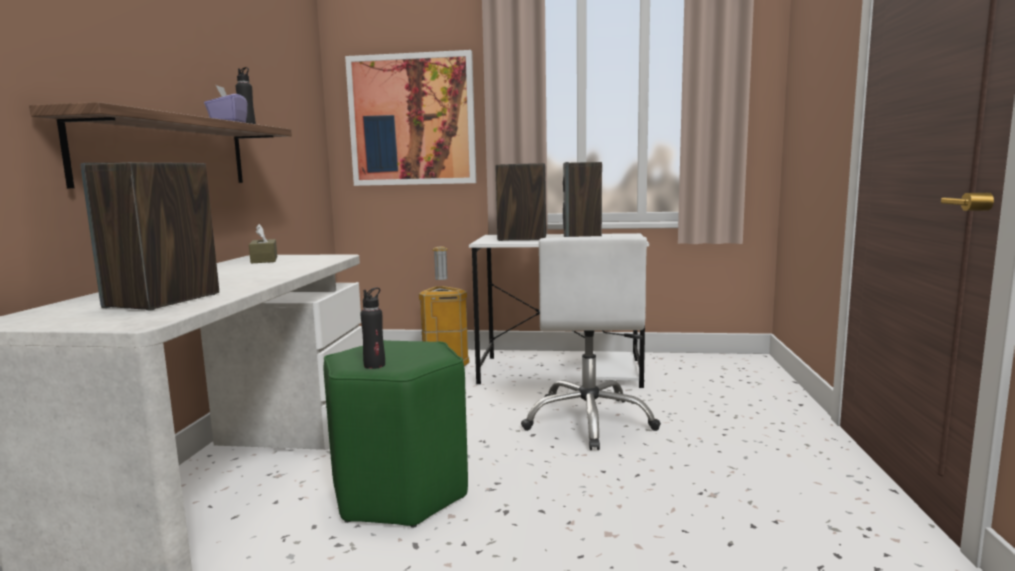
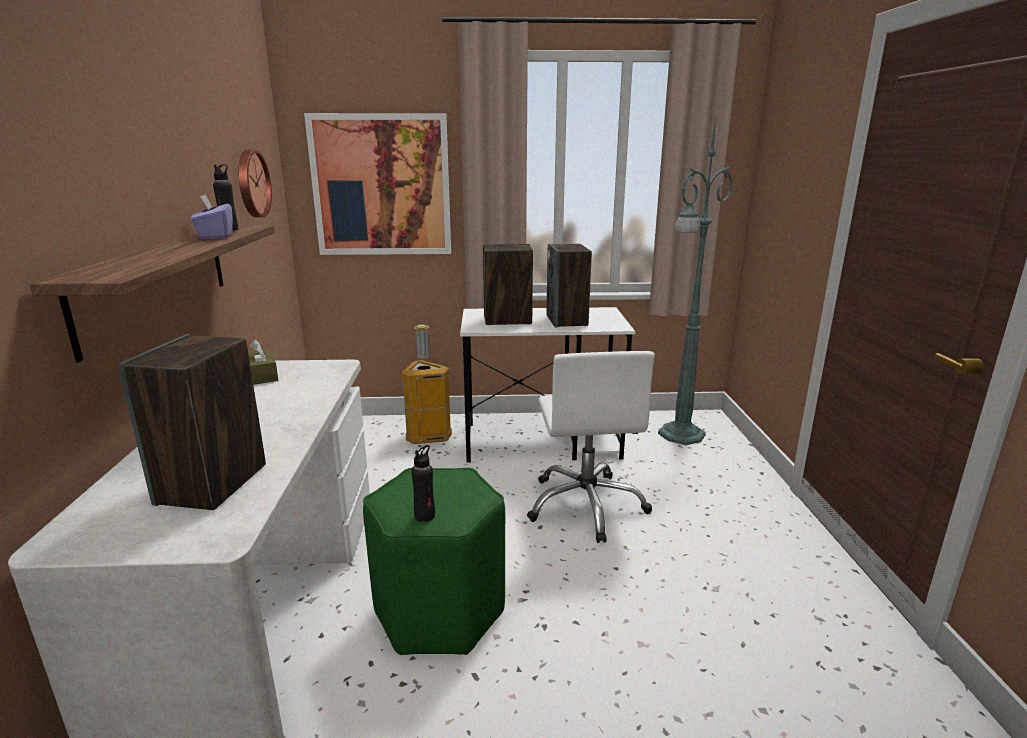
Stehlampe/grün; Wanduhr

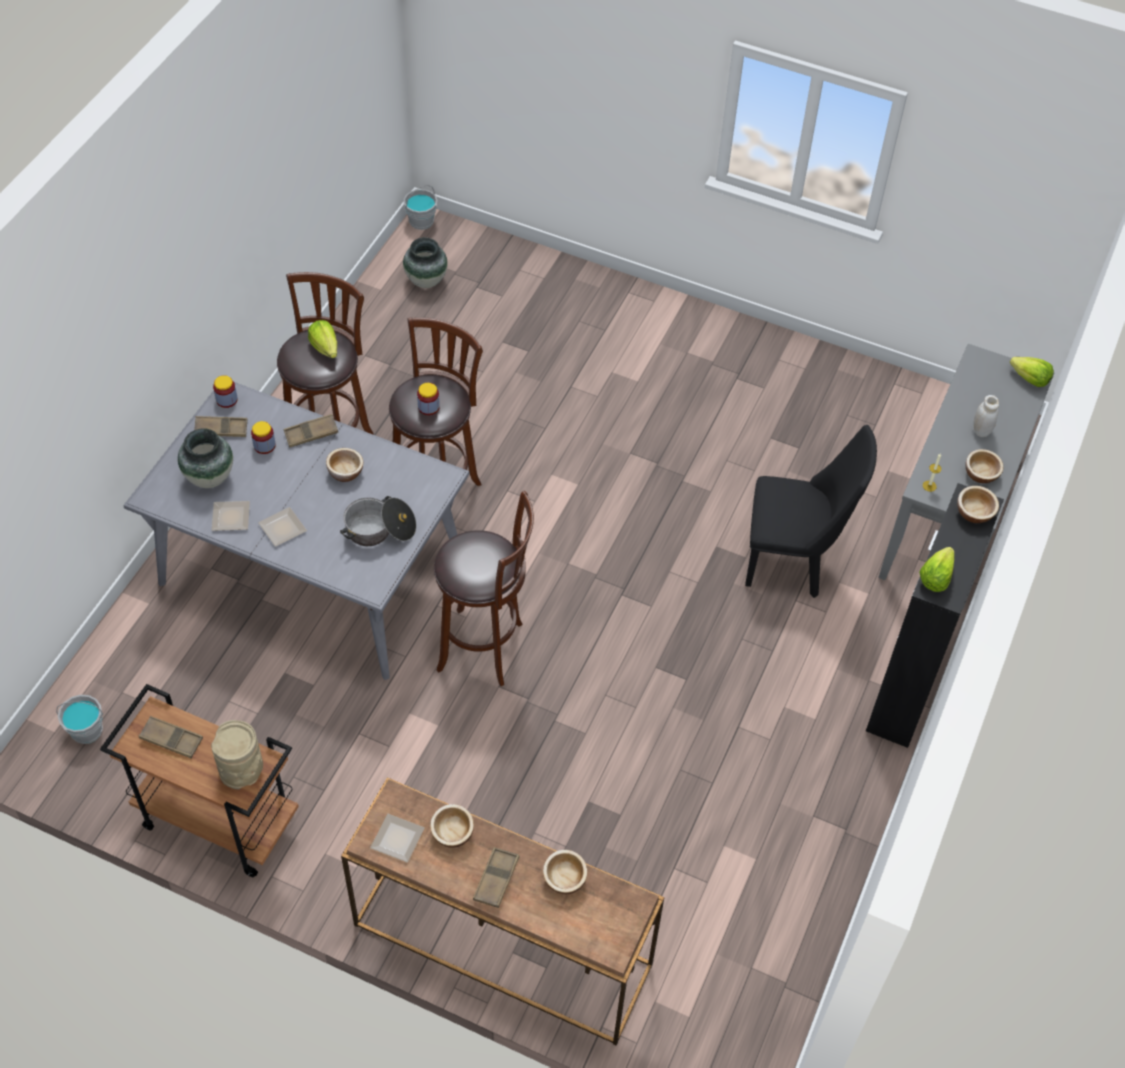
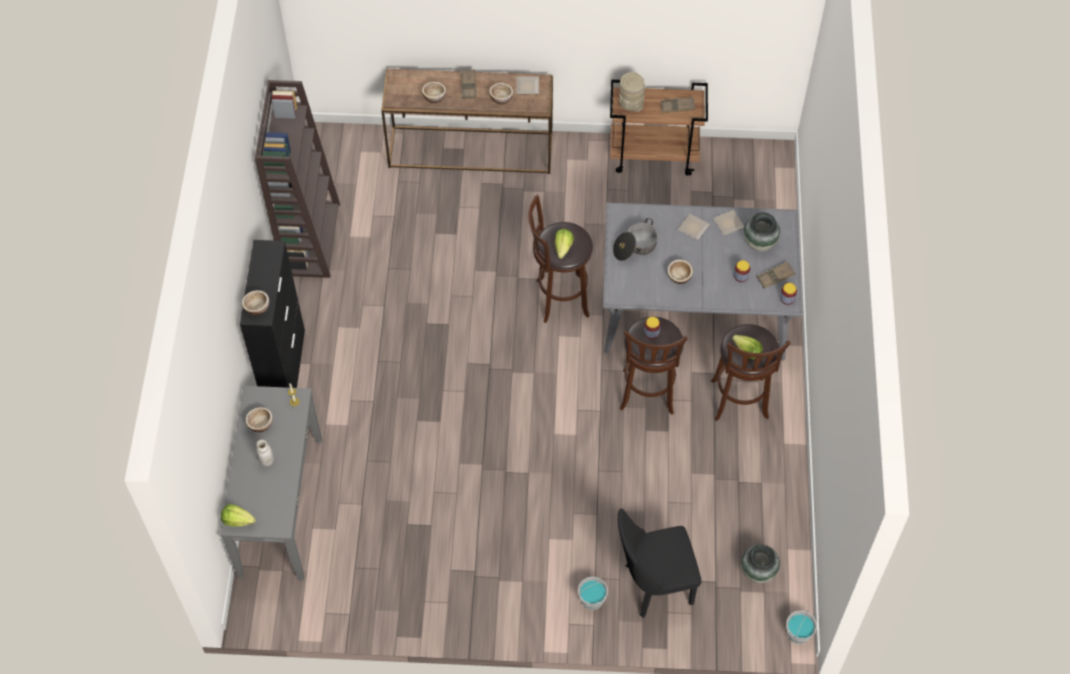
Tablett/braun (no. 3 from left in the first image); Stuhl/schwarz; Salatkopf (no. 2 from left); Eimer/grau (no. 1 from left); Bücherregal/braun

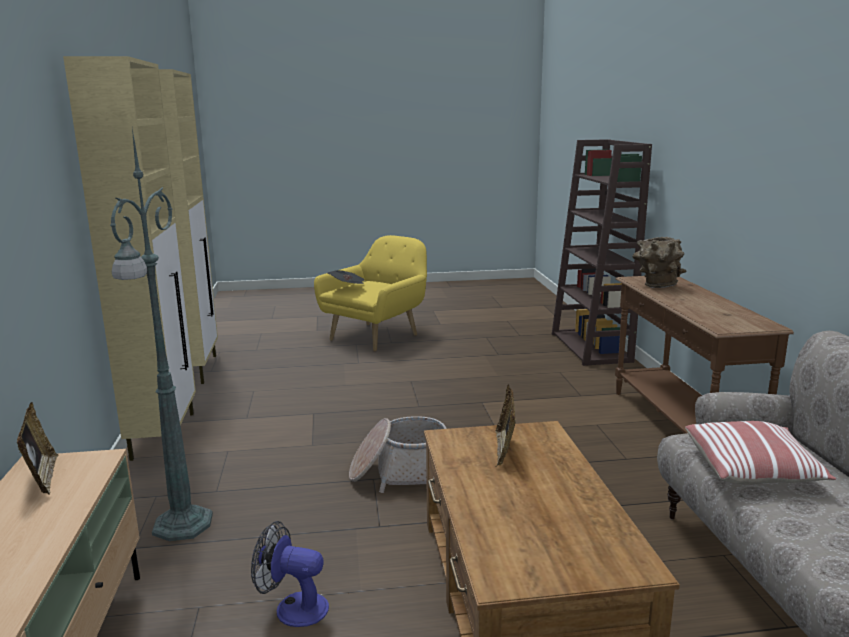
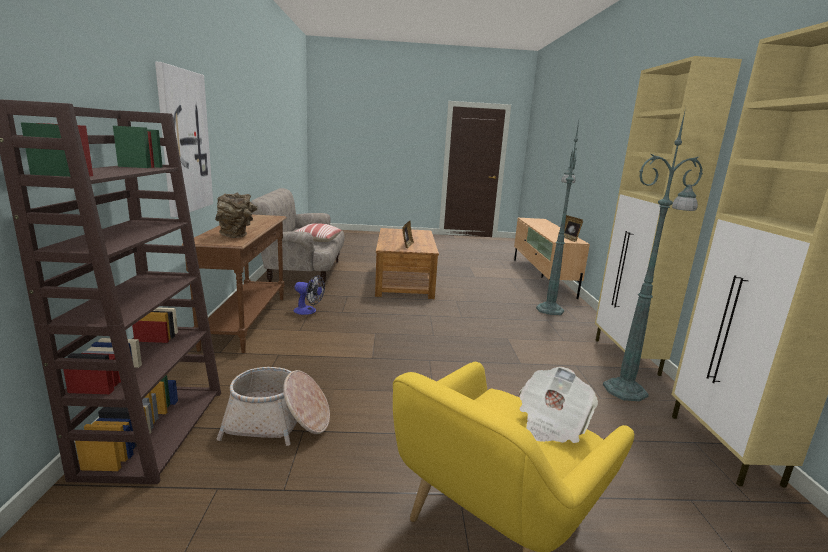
Korb; Ventilator; Bild; Stehlampe/grün (no. 2 from left)

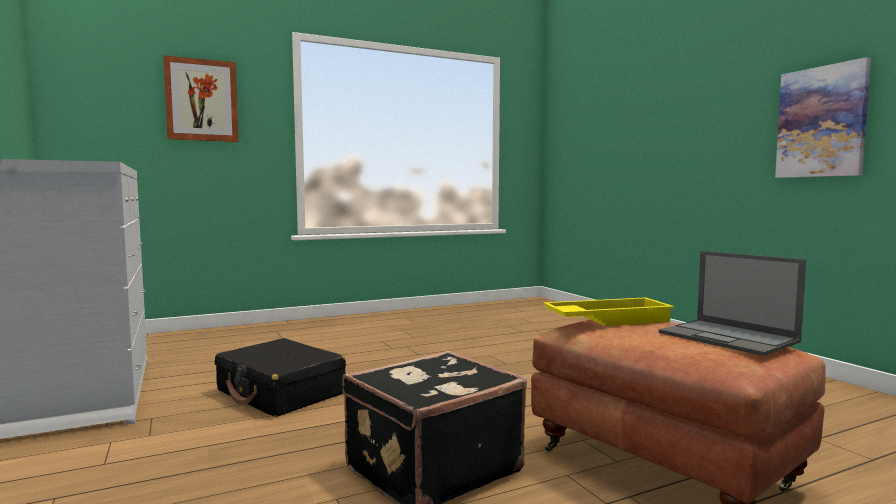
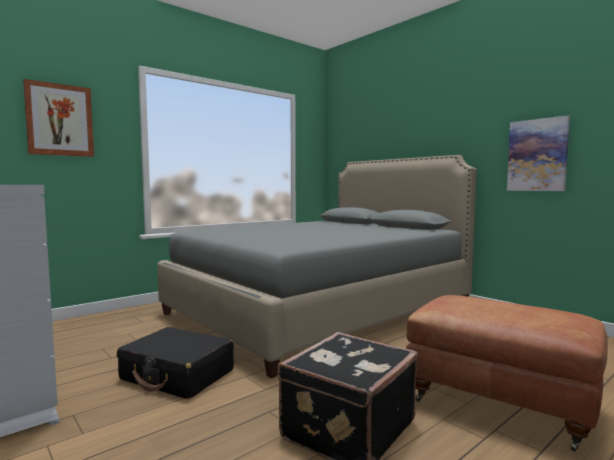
Laptop; Tablett/gelb; Bett/grau

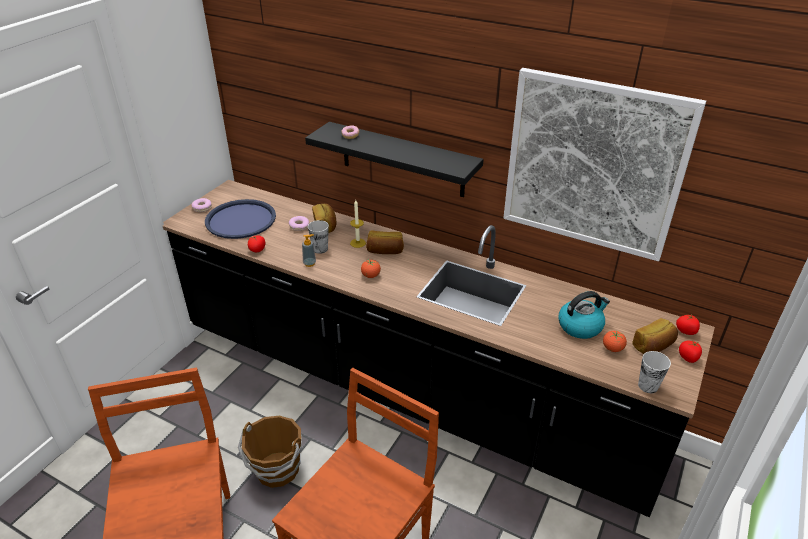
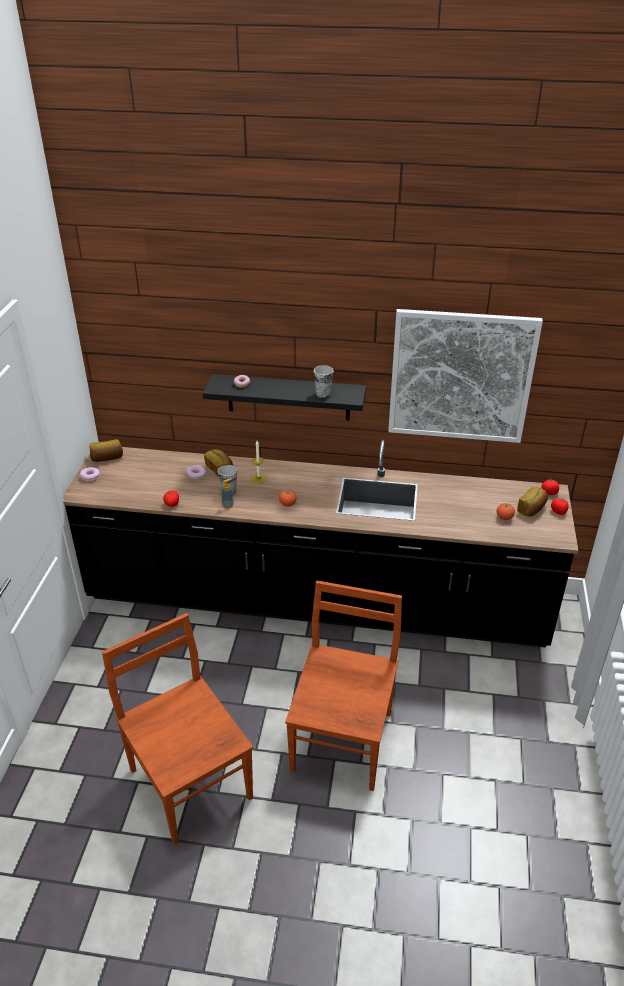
Tablett/blau; Brot (no. 1 from left); Wasserkessel; Tasse (no. 2 from left); Eimer/braun

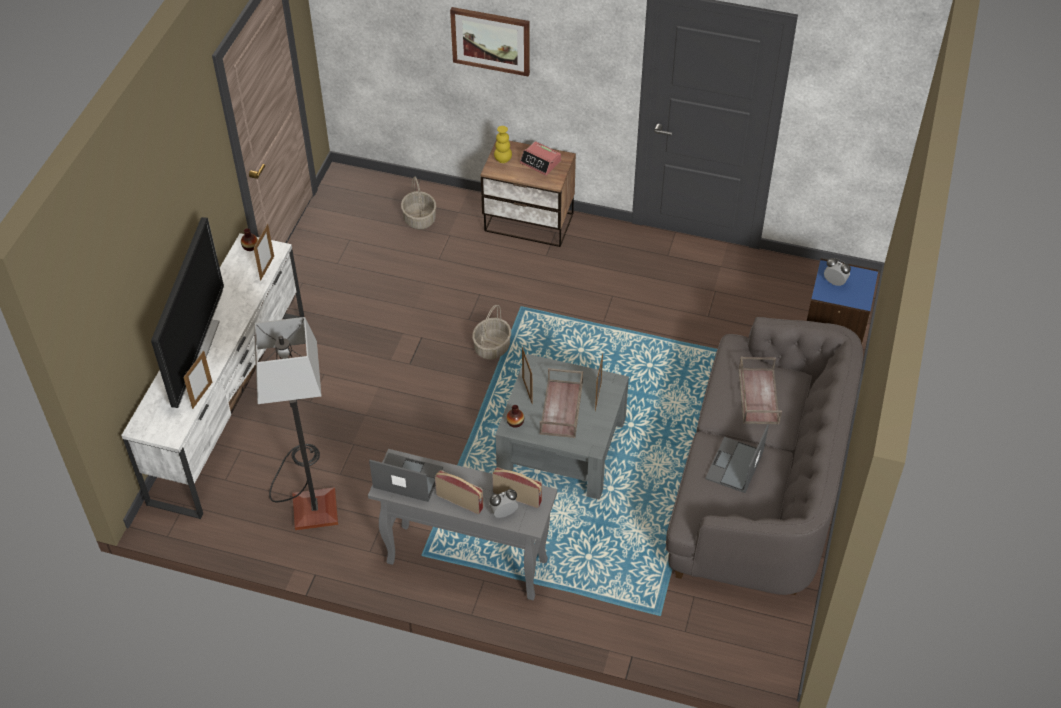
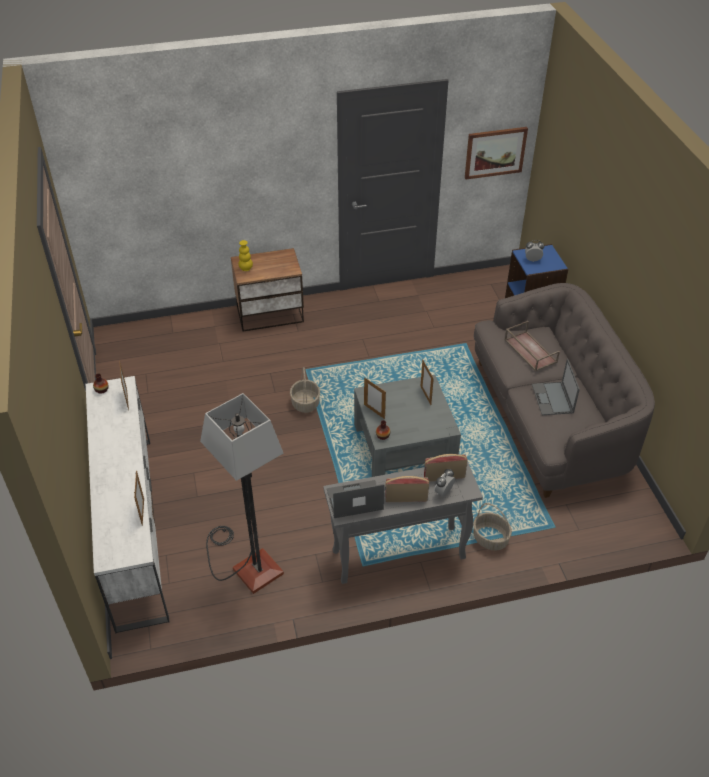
Bild; Wecker (no. 2 from left in the first image); Korb (no. 2 from left); Fernseher; Tablett/braun (no. 1 from left in the first image)

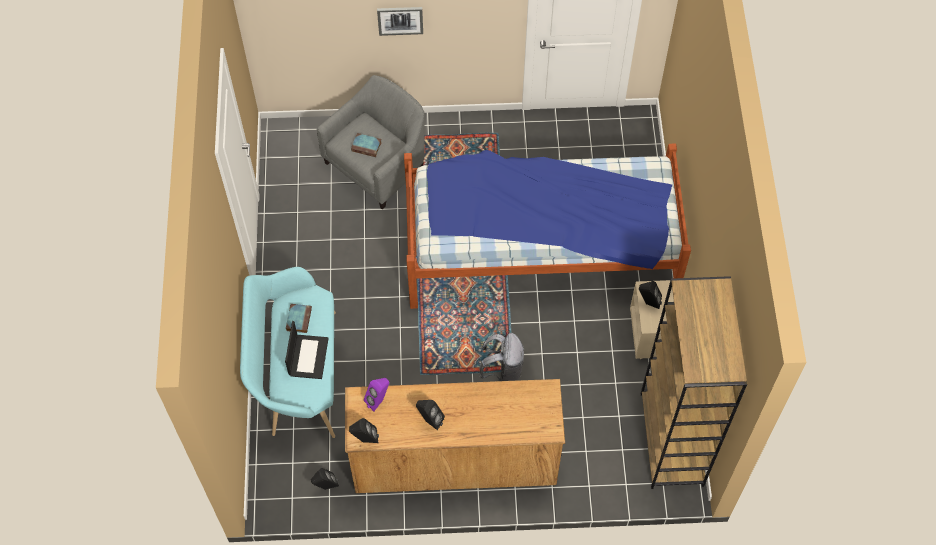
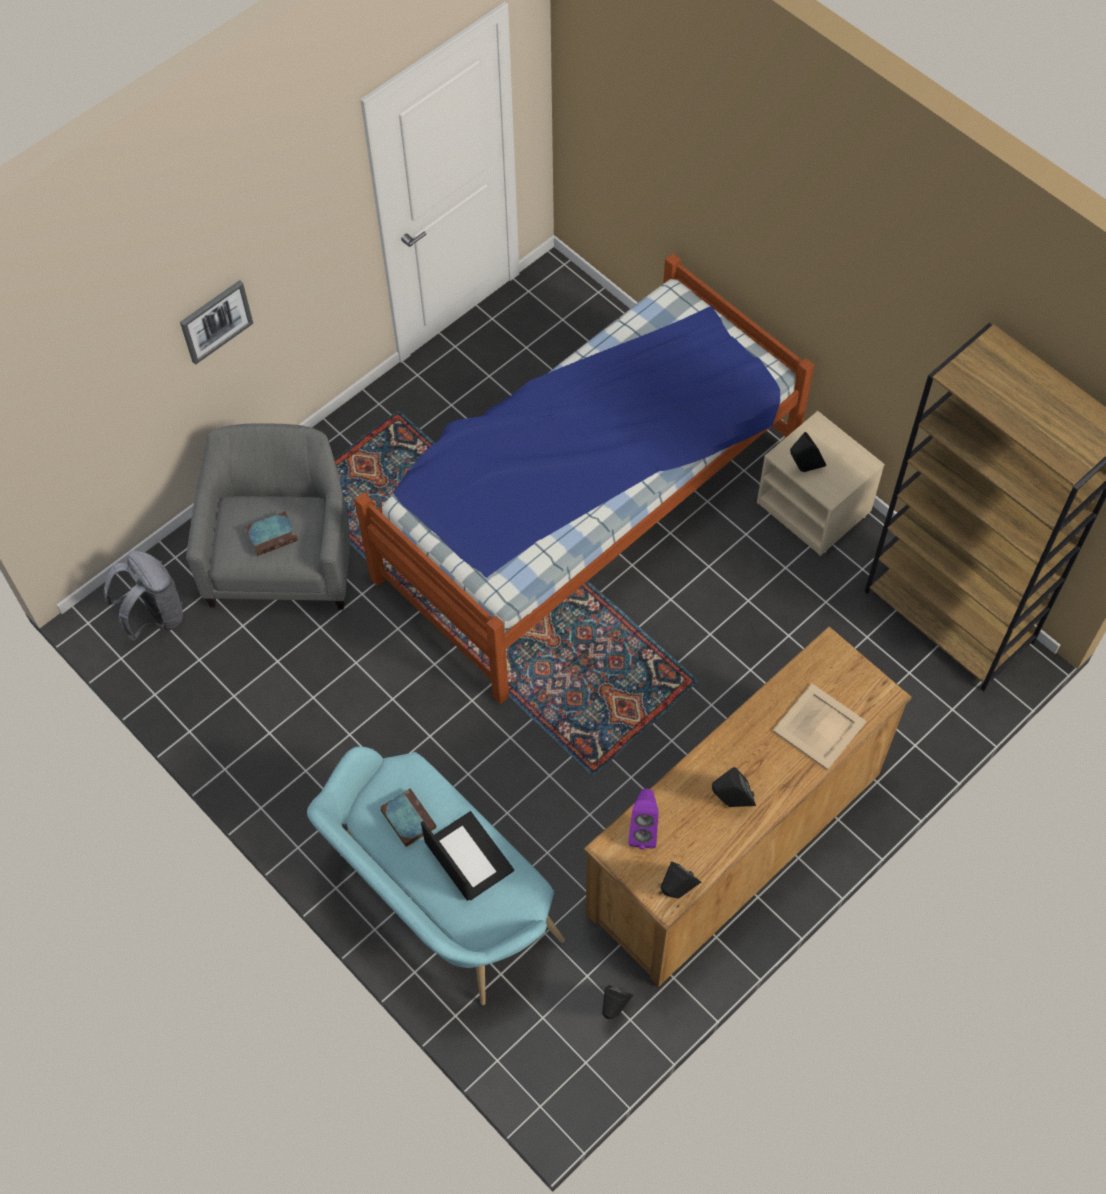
Rucksack/grau; Tablett/beige

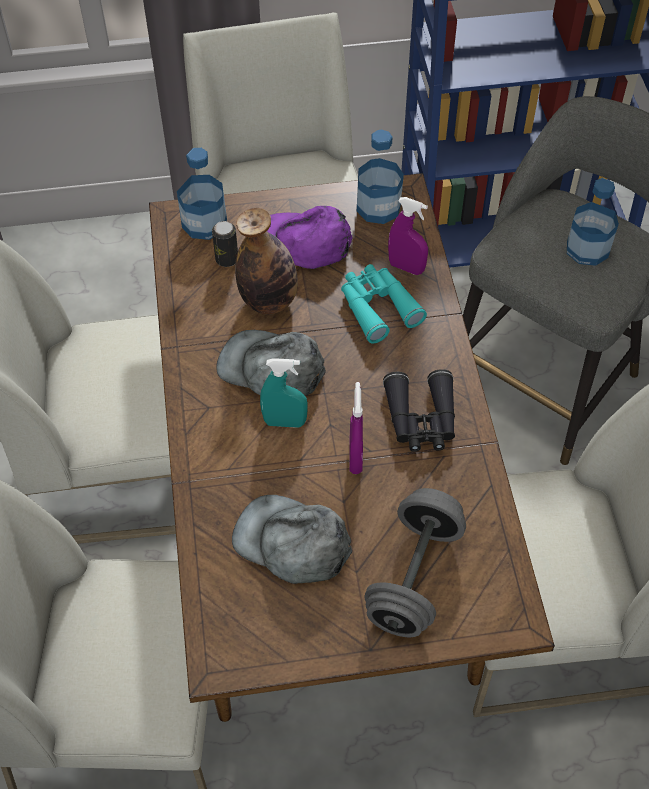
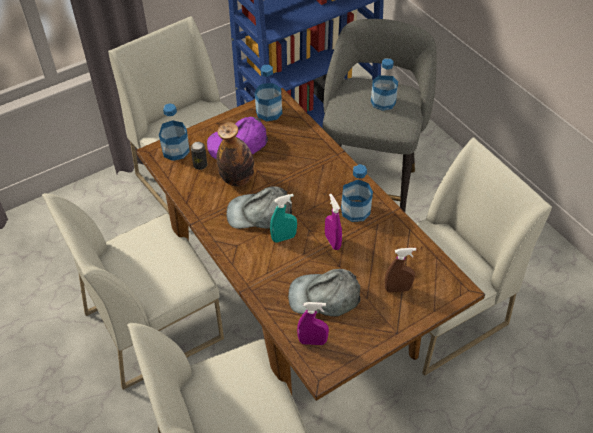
Sprühflasche/lila (no. 1 from left); Fernglas/türkis; Flasche (no. 4 from left); Sprühflasche/braun

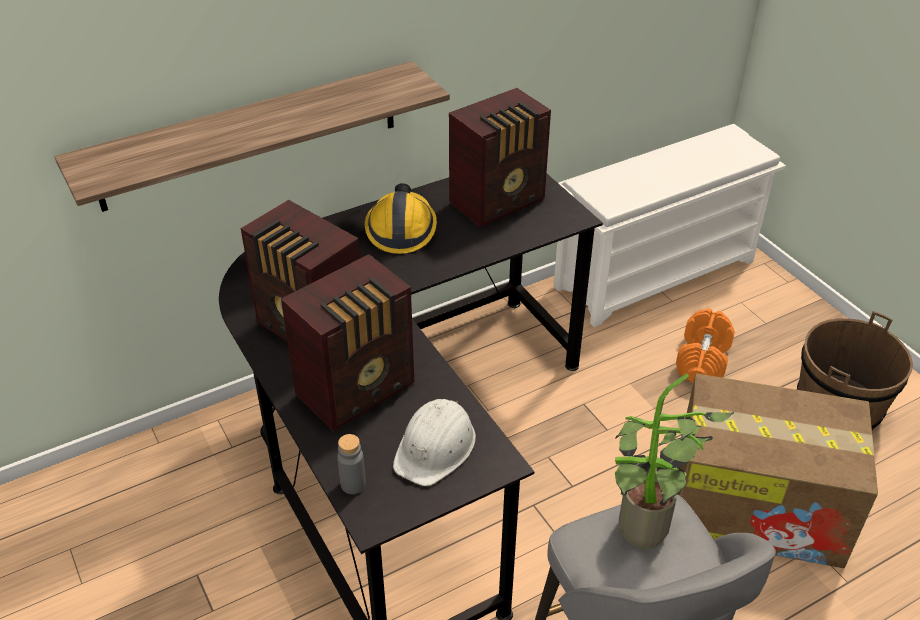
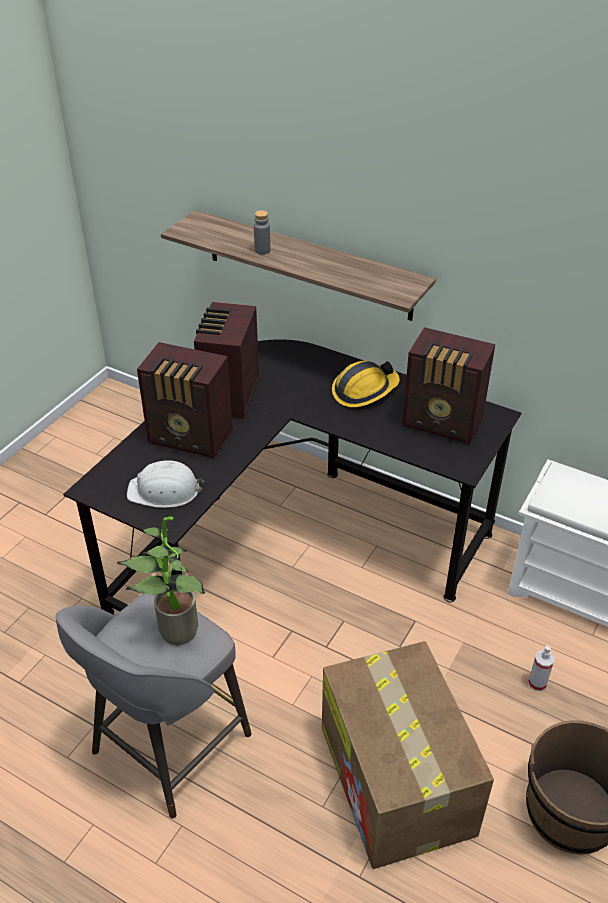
Sprühflasche; Flasche/grau

